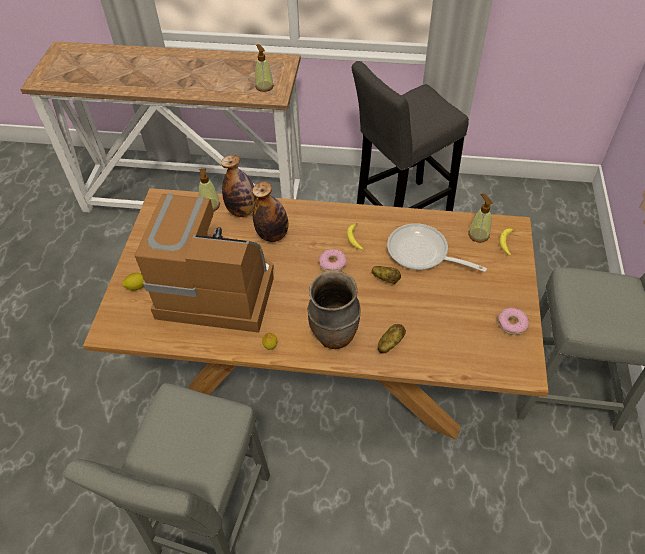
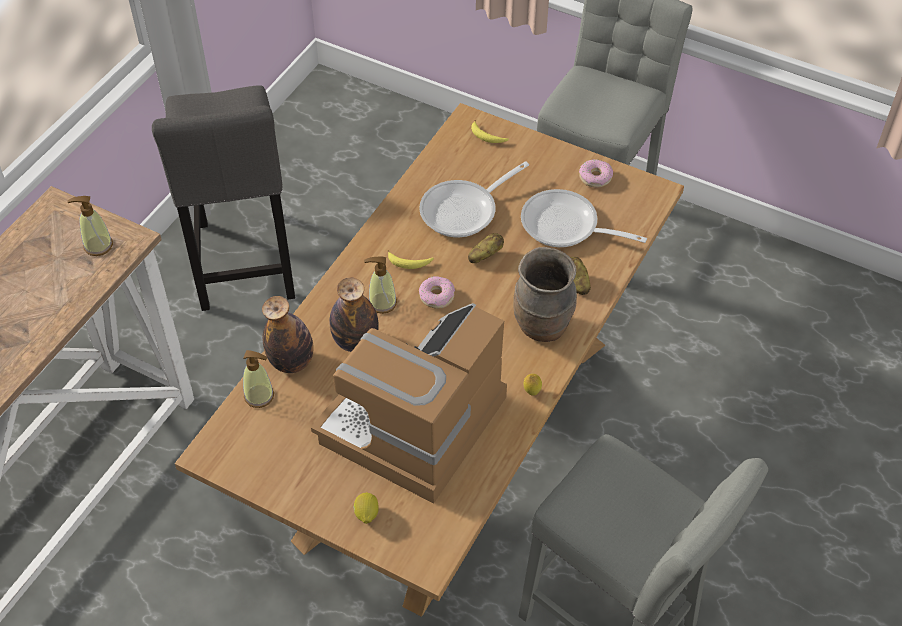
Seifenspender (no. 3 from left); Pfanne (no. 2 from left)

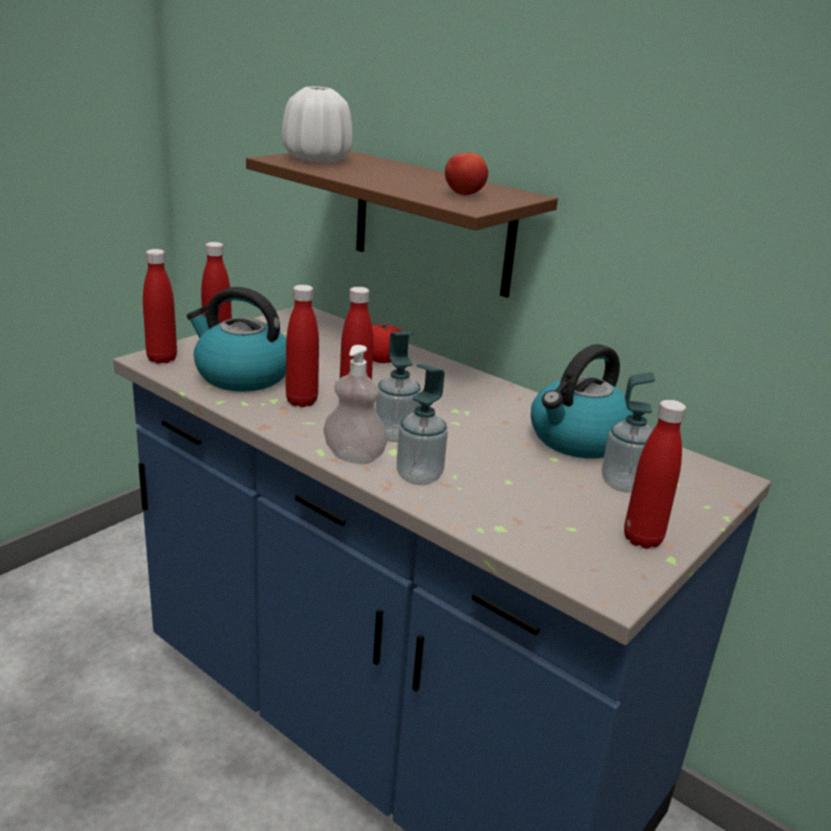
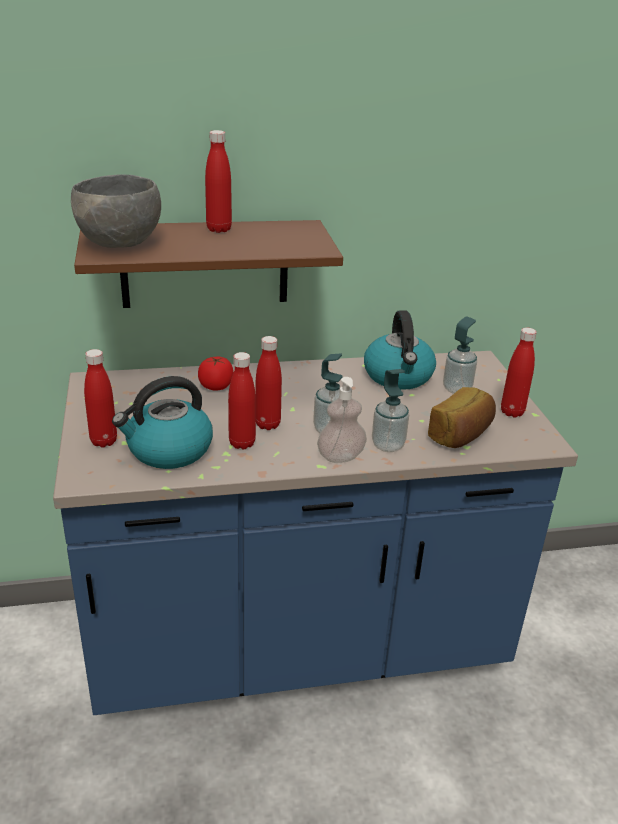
Schüssel/grau; Tomate (no. 2 from left in the first image); Flasche/rot (no. 2 from left); Brot

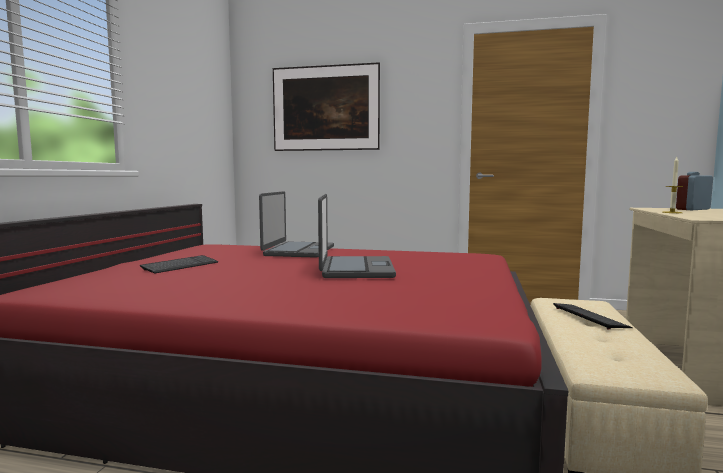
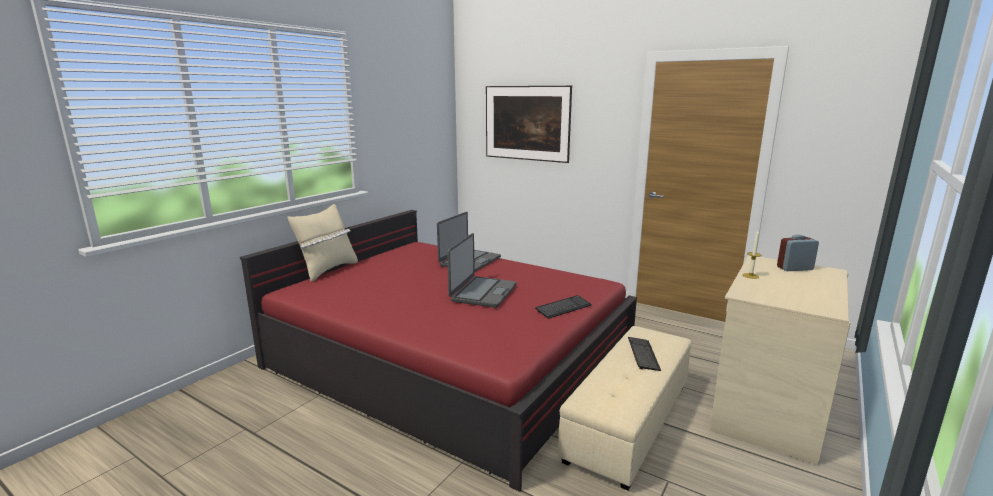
Tastatur (no. 1 from left); Kissen/beige

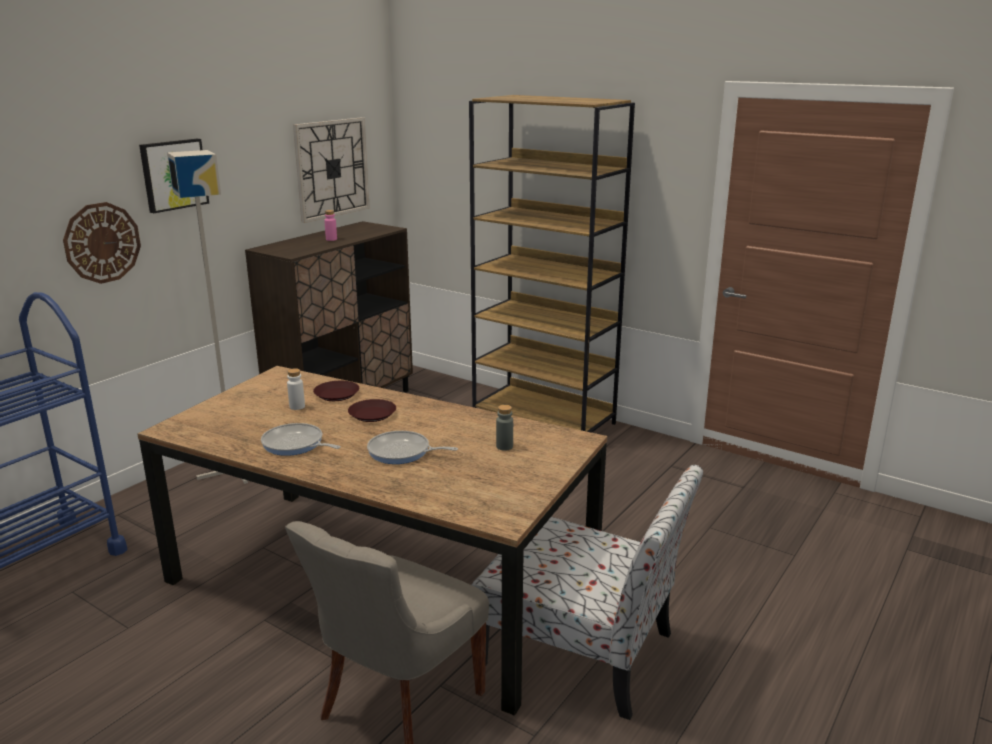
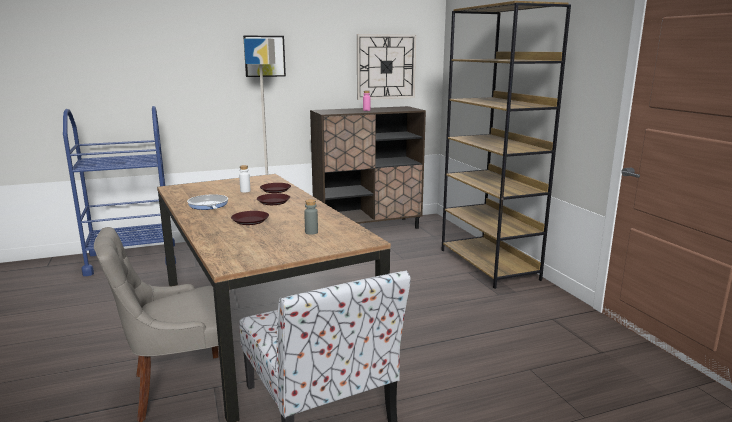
Wanduhr (no. 1 from left in the first image); Teller/braun (no. 1 from left)

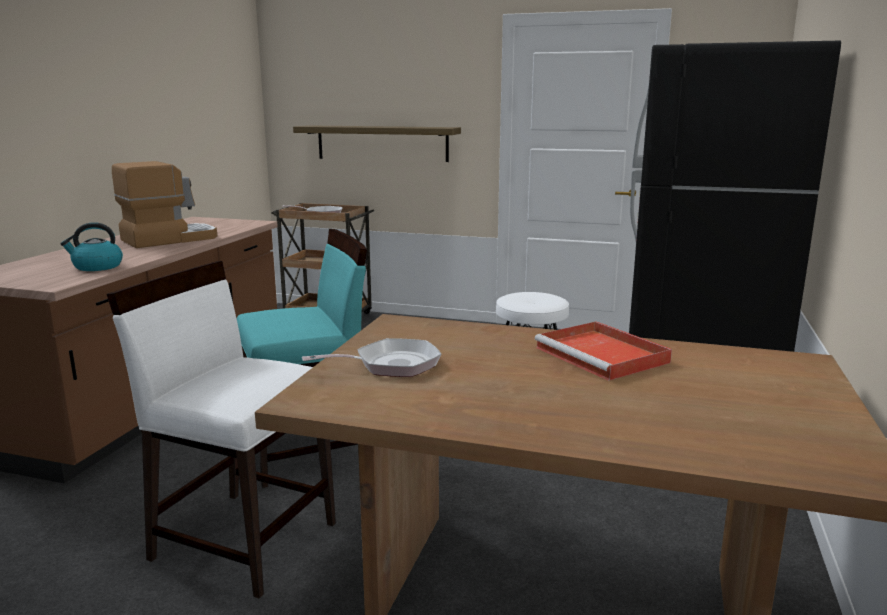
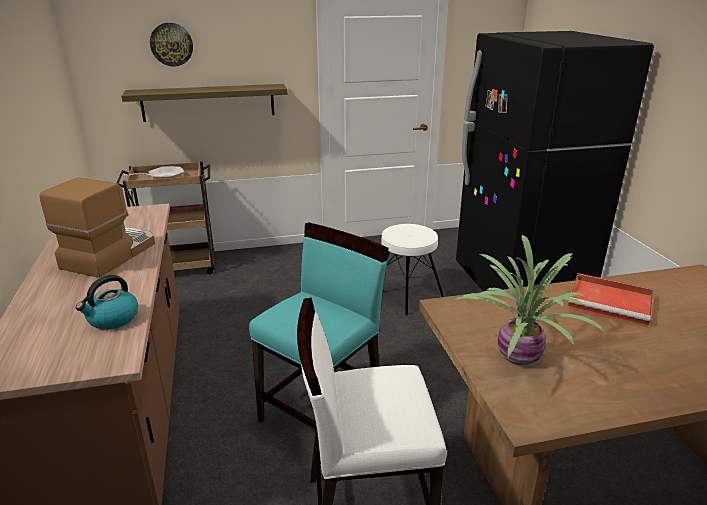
Topfpflanze; Wanduhr

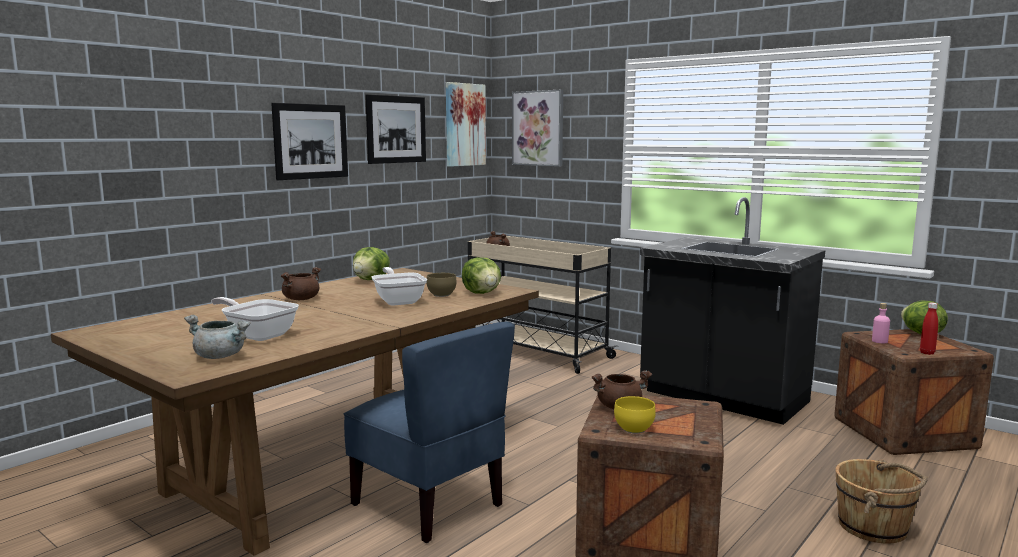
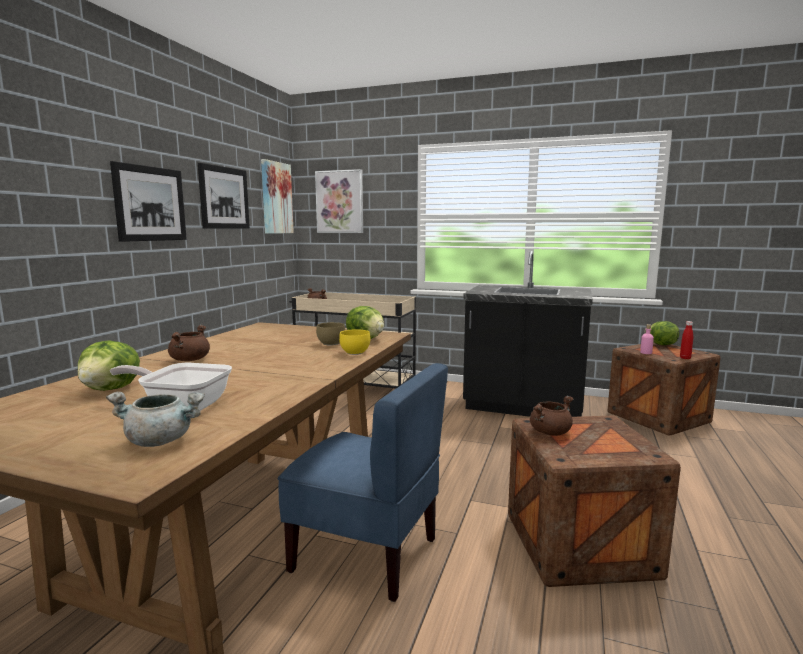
Salatkopf (no. 1 from left); Pfanne (no. 2 from left in the first image); Schüssel/gelb; Eimer/braun

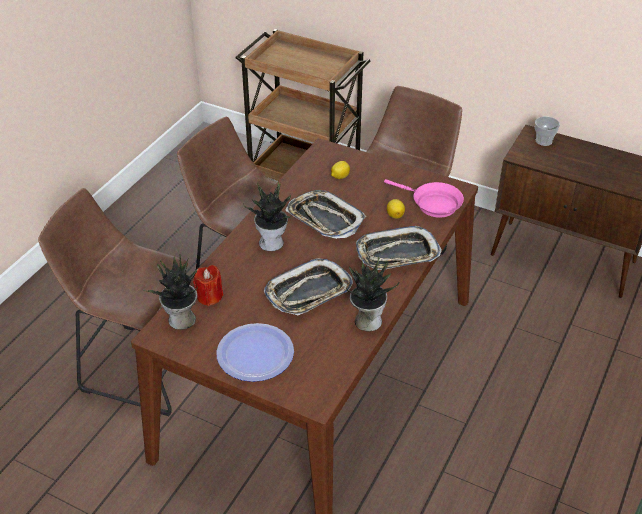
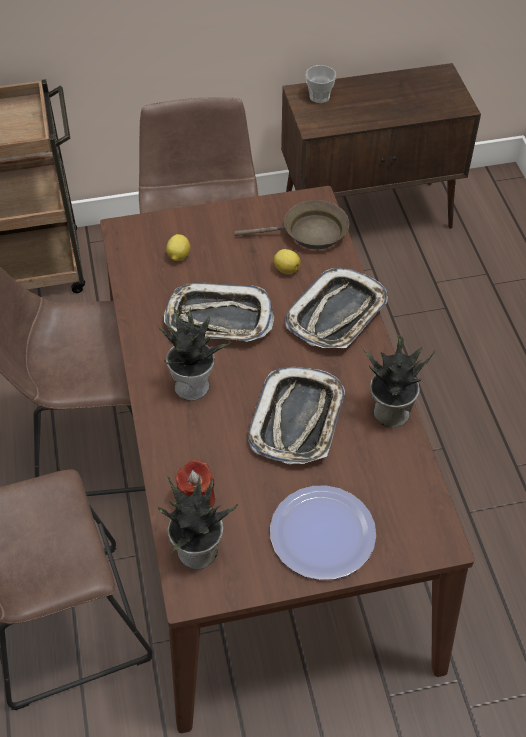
Pfanne/braun

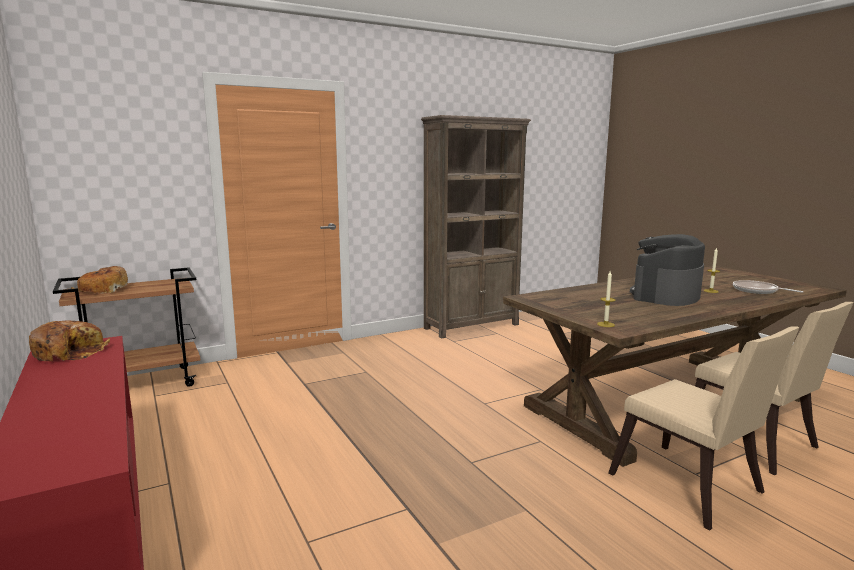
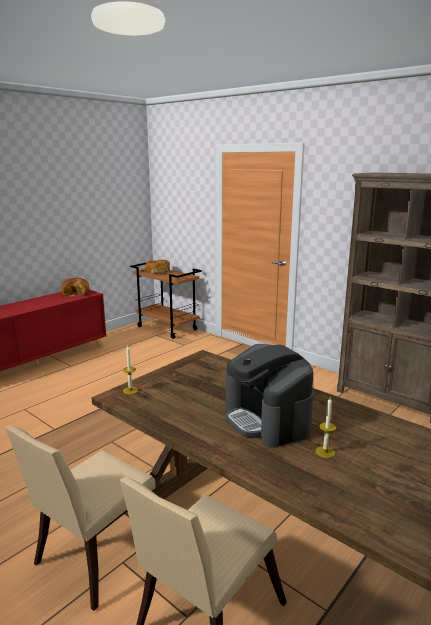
Kaffeemaschine; Pfanne

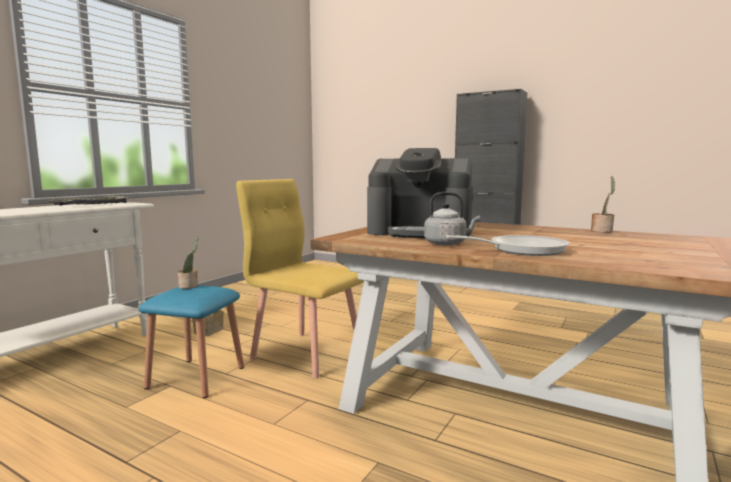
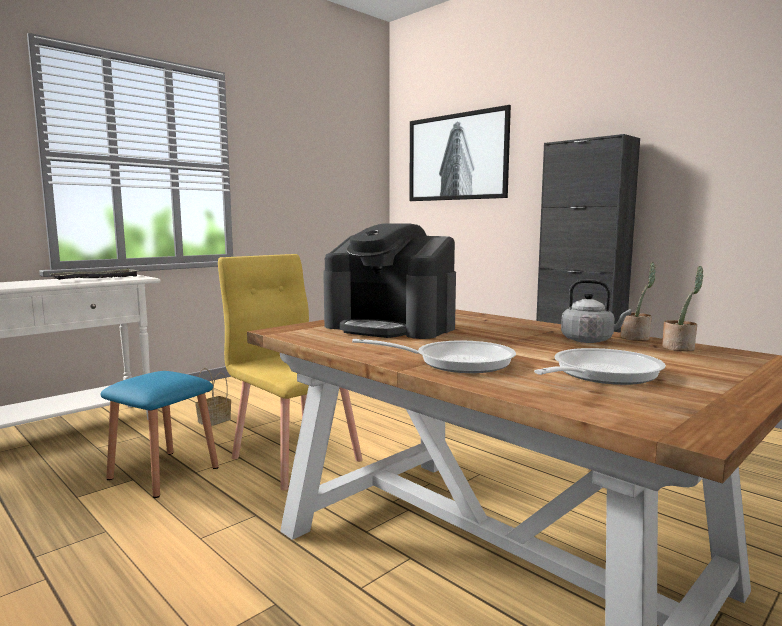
Wasserkessel/grau; Topfpflanze (no. 2 from left); Bild; Pfanne (no. 2 from left)

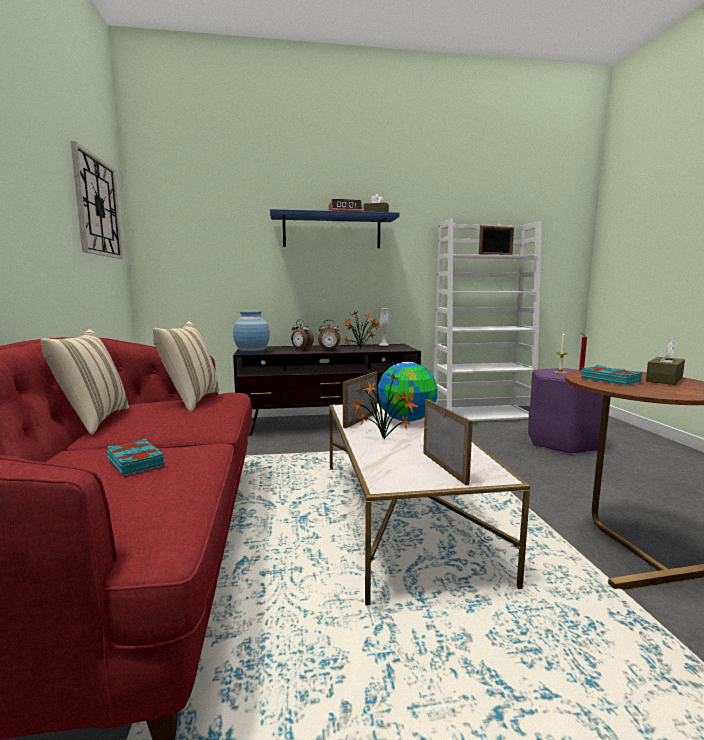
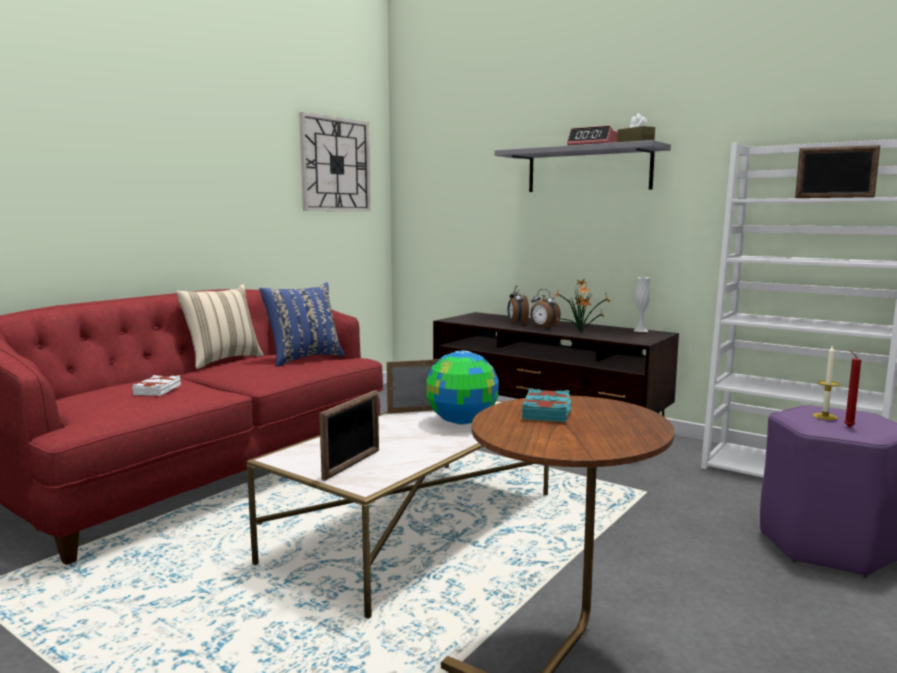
Wandregal/grau; Vase/blau; Kissen/blau; Taschentuchbox/braun (no. 2 from left in the first image); Topfpflanze (no. 2 from left in the first image); Buch/weiß

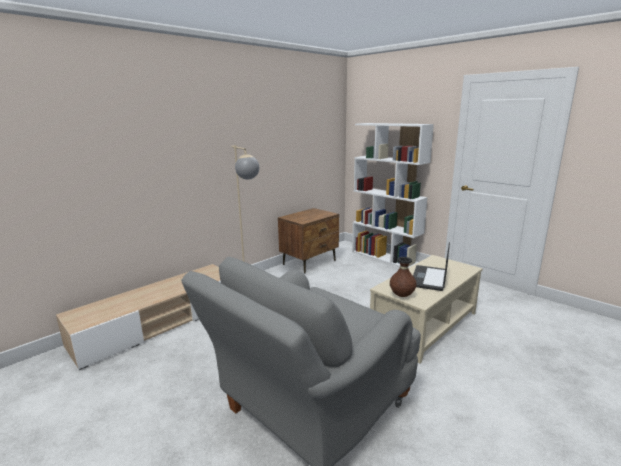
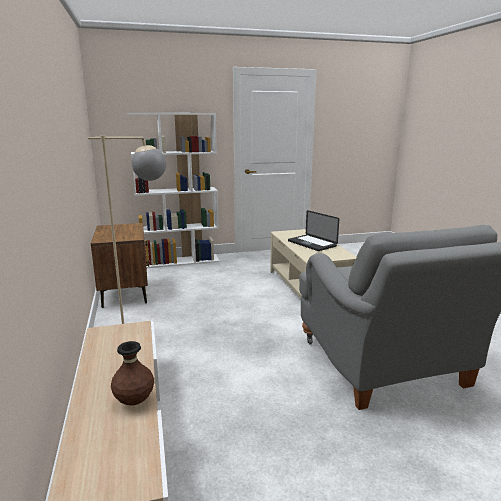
Vase/braun

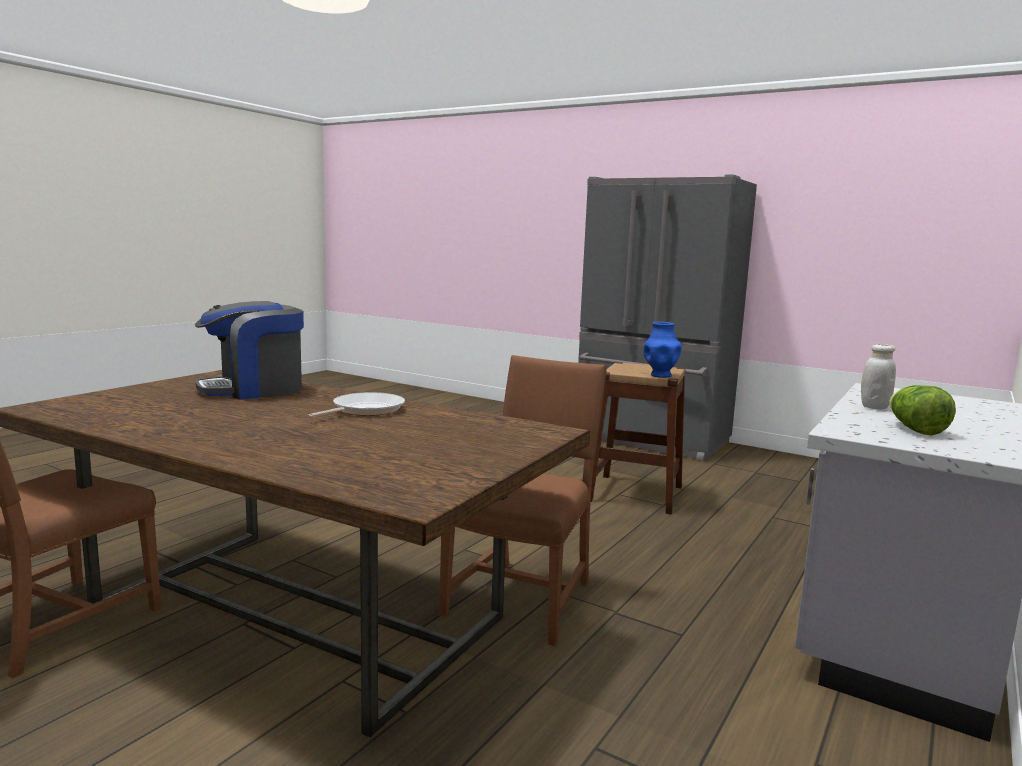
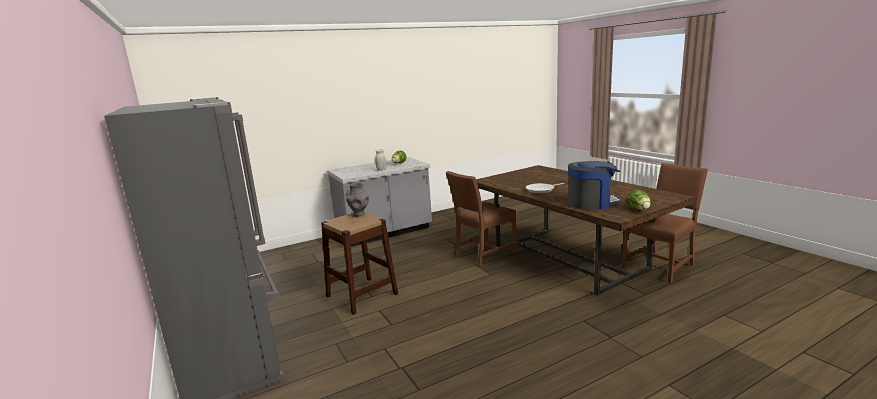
Vase/grau; Salatkopf (no. 2 from left)

